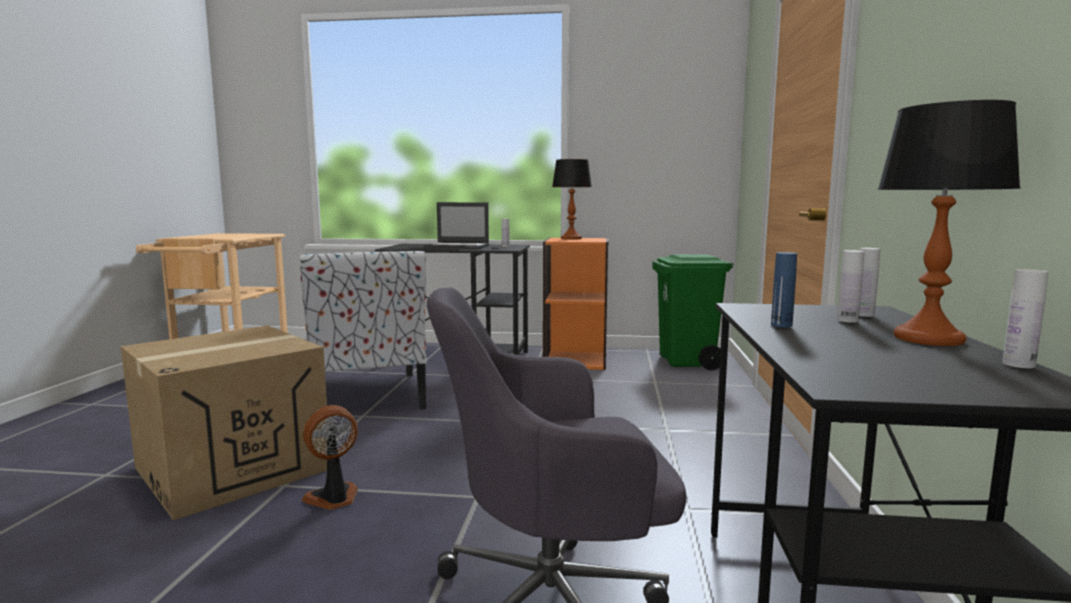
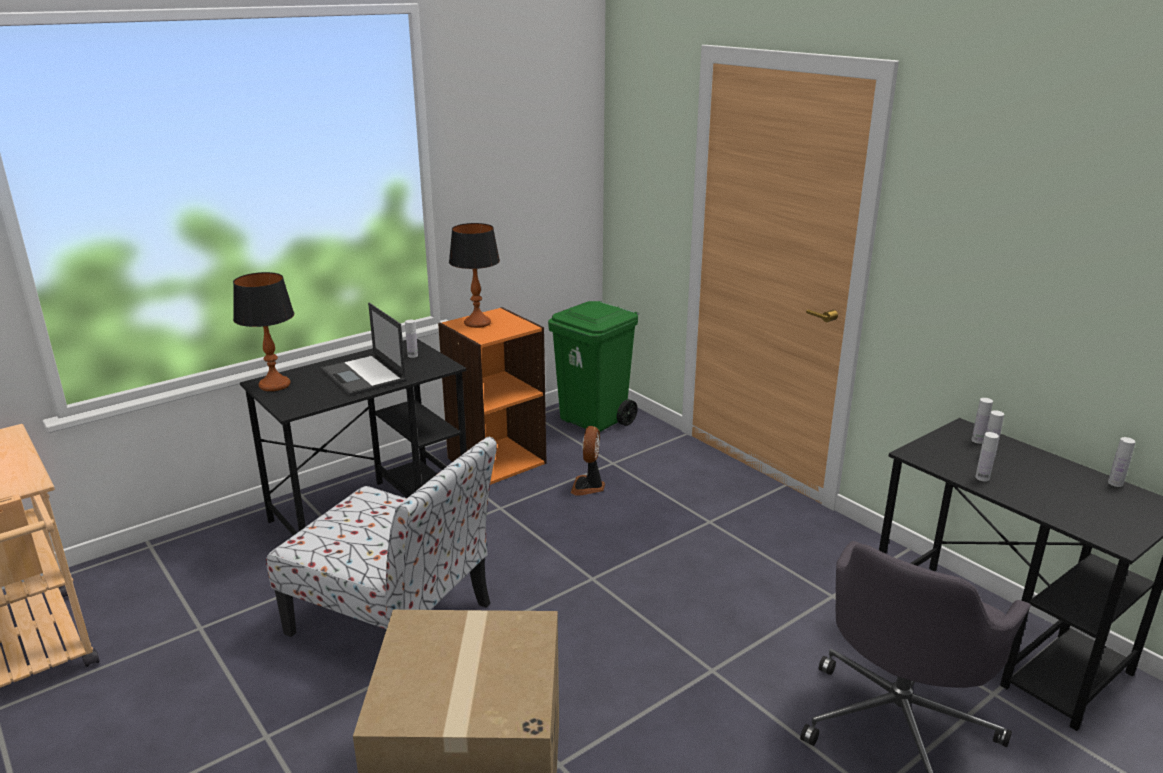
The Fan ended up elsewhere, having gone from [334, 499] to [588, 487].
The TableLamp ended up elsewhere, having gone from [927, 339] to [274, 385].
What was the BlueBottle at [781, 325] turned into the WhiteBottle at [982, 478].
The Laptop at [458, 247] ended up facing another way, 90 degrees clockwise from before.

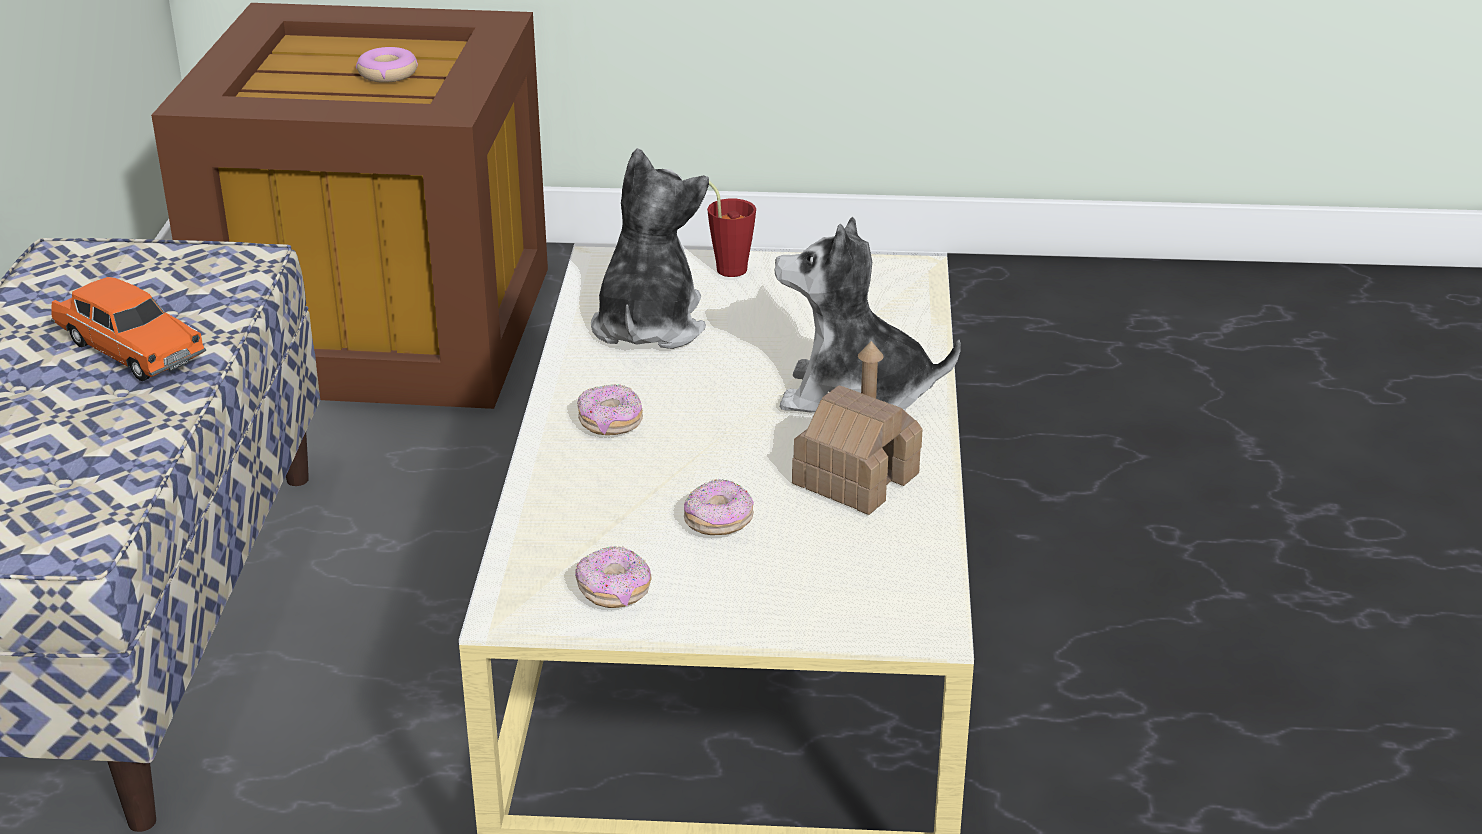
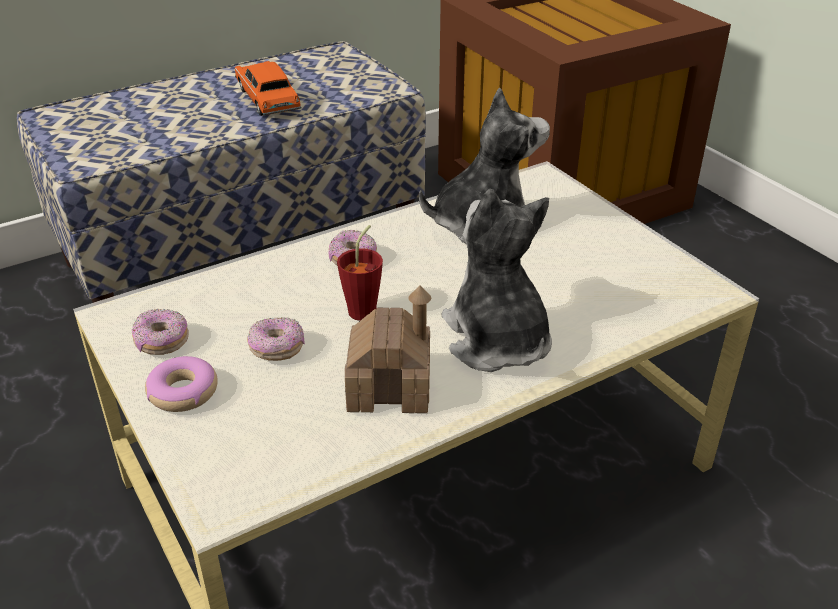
The Donut ended up elsewhere, having gone from [387, 74] to [183, 392].
The RedCup ended up elsewhere, having gone from [728, 267] to [365, 308].
The OrangeToyCar at [130, 350] ended up facing another way, 150 degrees clockwise from before.

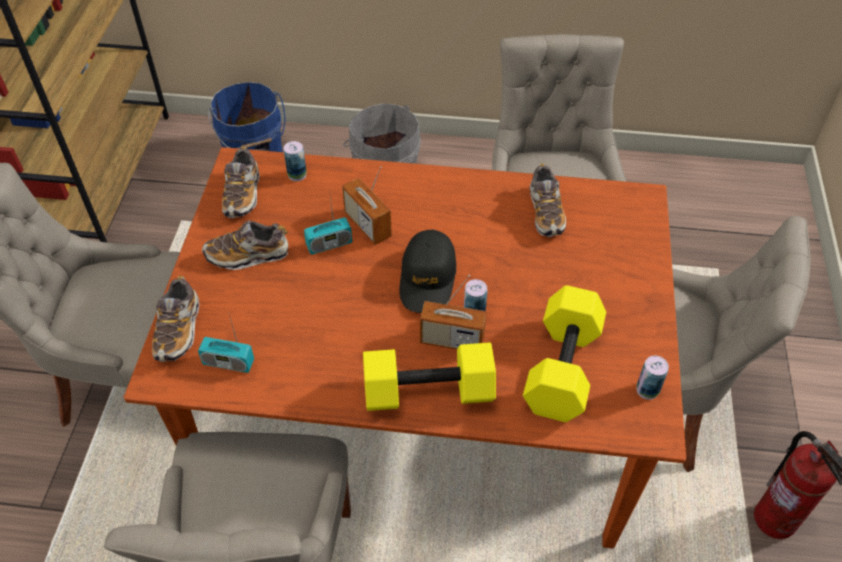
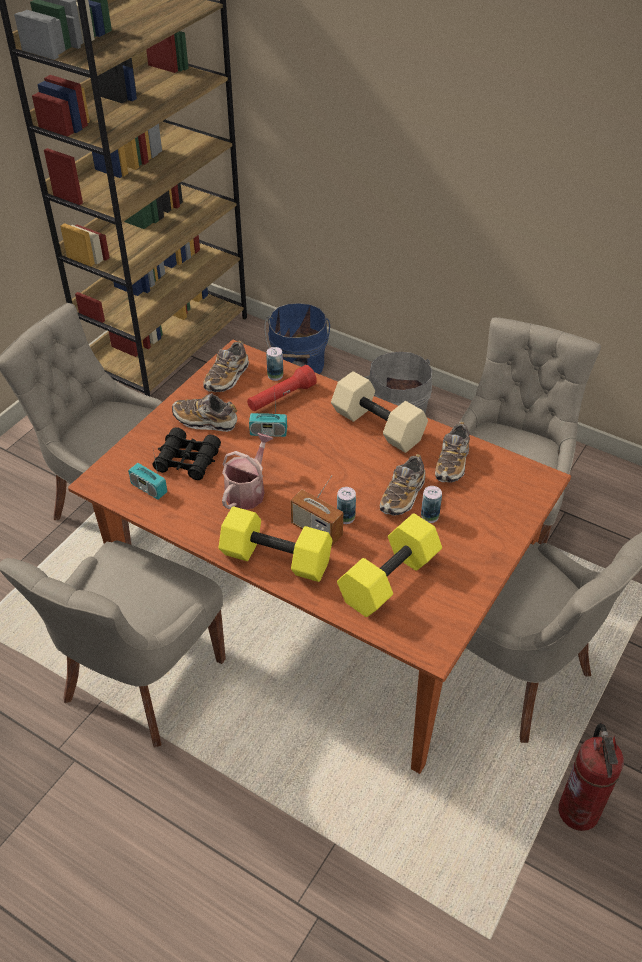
The second view lost the Radio at [367, 225].
The second view lost the BlackCap at [428, 278].
The second view gained the BlackBinoculars at [187, 460].
The second view gained the WateringCan at [247, 490].
The second view gained the RedFlashlight at [281, 398].
The second view gained the BeigeDumbbell at [376, 426].
The Shoe ended up elsewhere, having gone from [178, 330] to [402, 496].
The Can ended up elsewhere, having gone from [647, 390] to [429, 516].

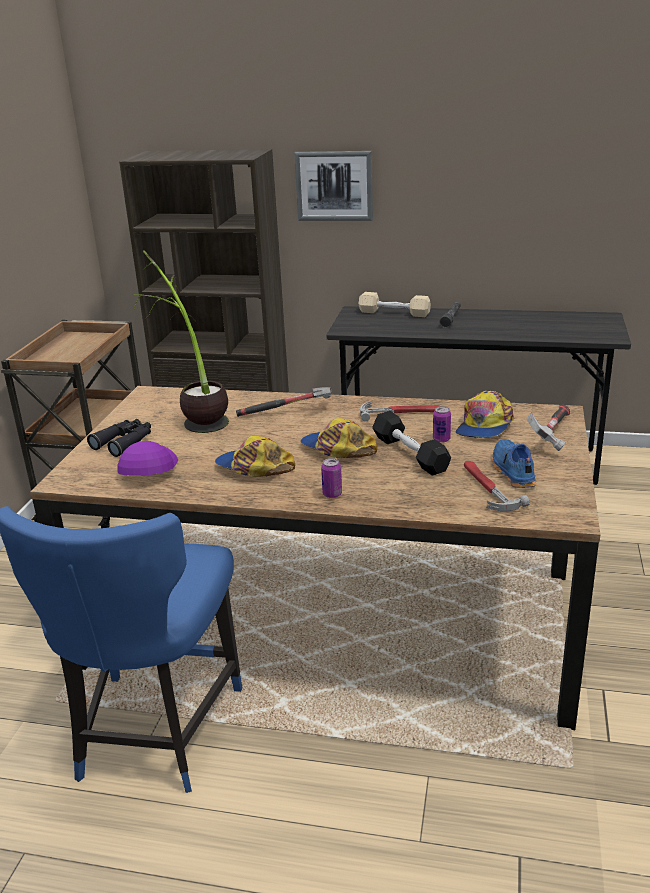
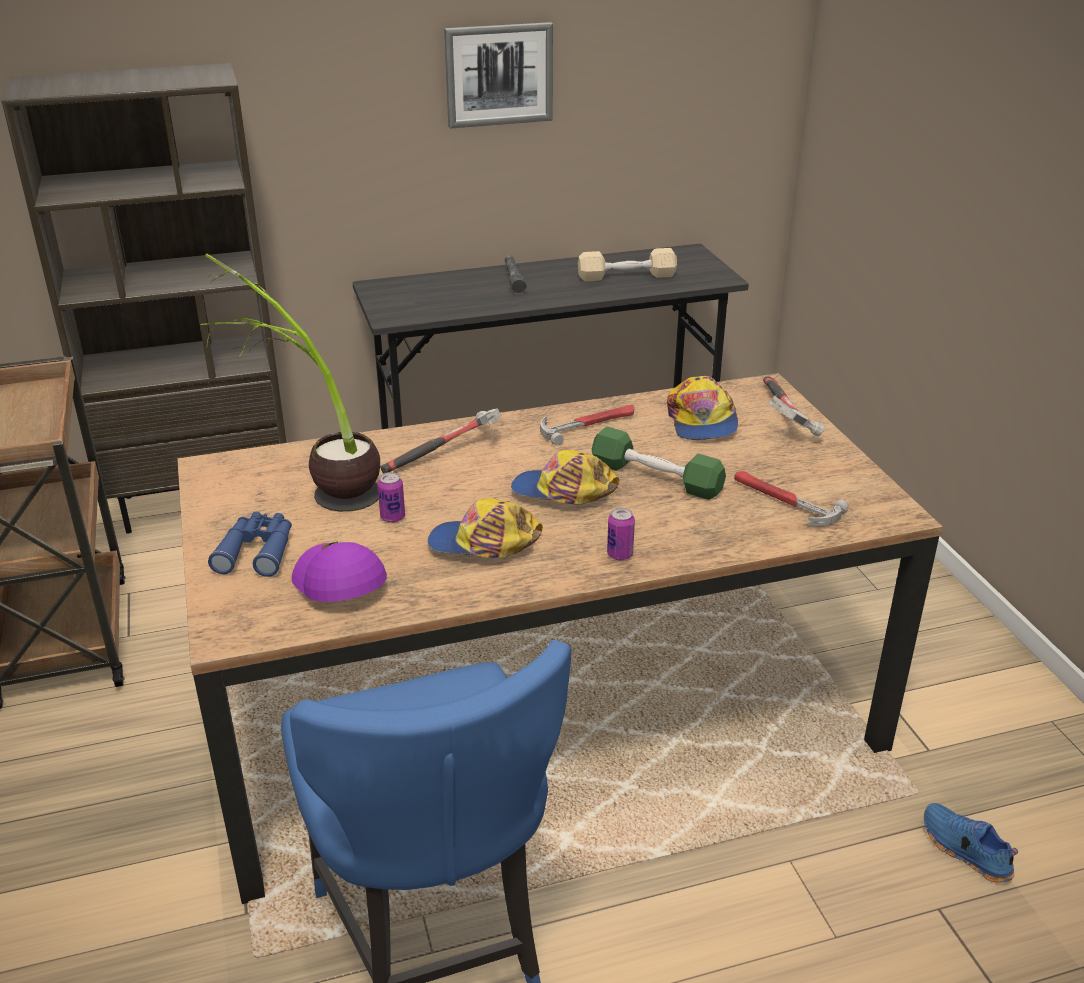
The Picture ended up elsewhere, having gone from [334, 186] to [499, 75].
The BeigeDumbbell ended up elsewhere, having gone from [394, 313] to [627, 276].
The Can ended up elsewhere, having gone from [441, 439] to [392, 517].
The BlueShoe ended up elsewhere, having gone from [512, 472] to [964, 851].
What was the BlackBinoculars at [125, 442] turned into the BlueBinoculars at [257, 551].
What was the BlackDumbbell at [410, 454] turned into the GreenDumbbell at [656, 477].

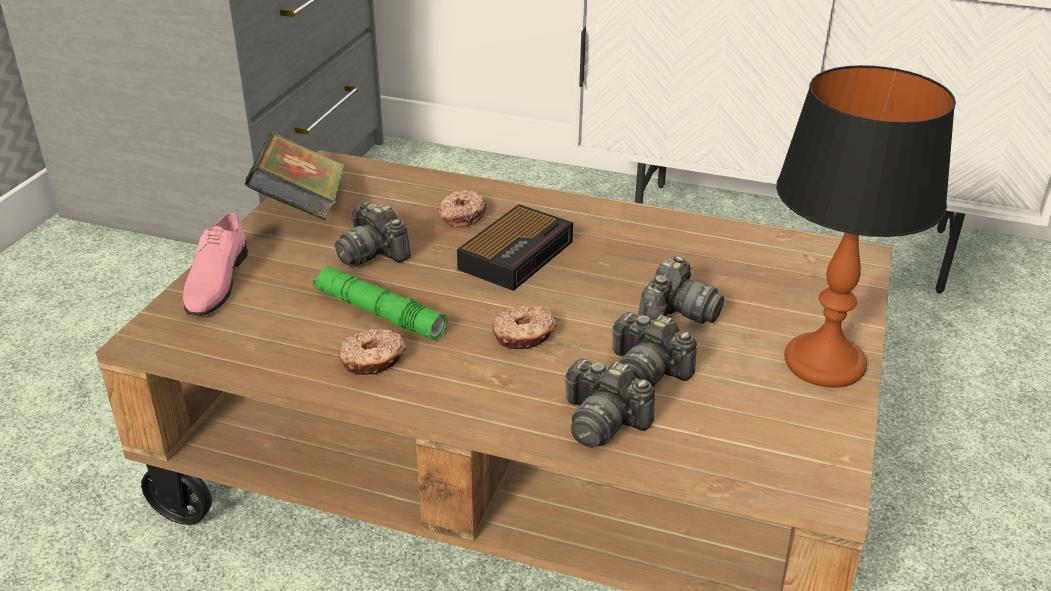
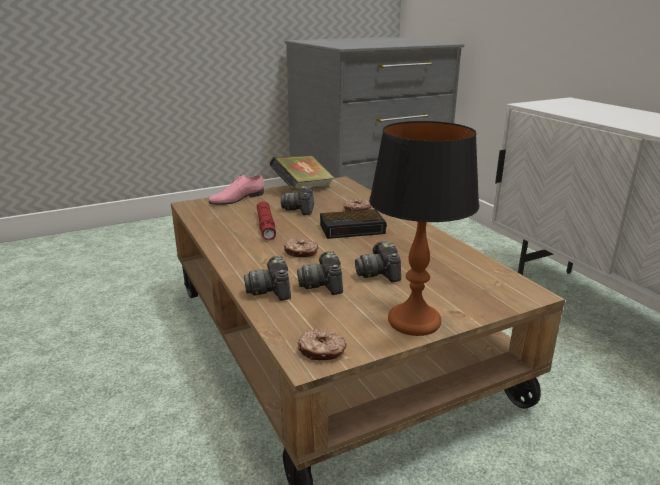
The Donut ended up elsewhere, having gone from [373, 360] to [321, 351].
What was the GreenFlashlight at [379, 313] turned into the RedFlashlight at [266, 226].
The PhotoCamera at [676, 314] ended up facing another way, 90 degrees clockwise from before.

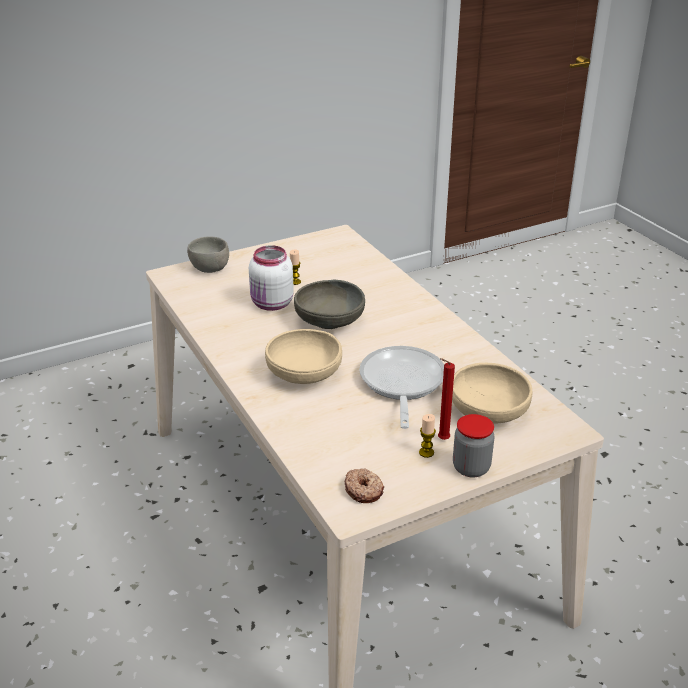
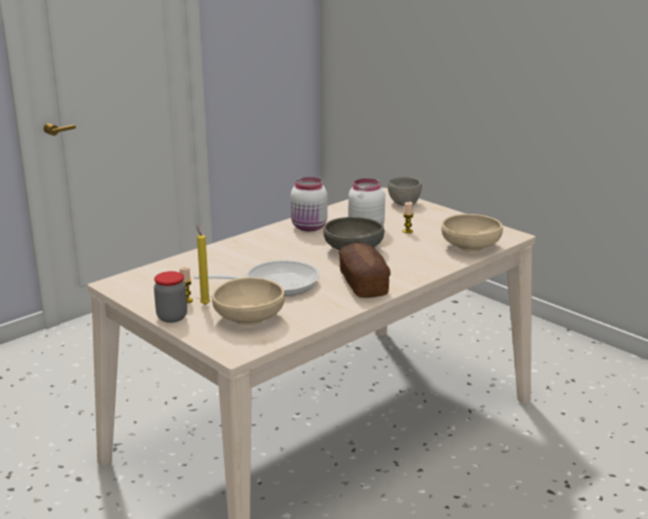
The second view lost the Donut at [364, 490].
The second view gained the WhiteJar at [309, 227].
The second view gained the Bread at [363, 283].
The BeigeBowl ended up elsewhere, having gone from [304, 374] to [470, 247].
What was the RedCandle at [441, 440] turned into the YellowCandle at [204, 304].

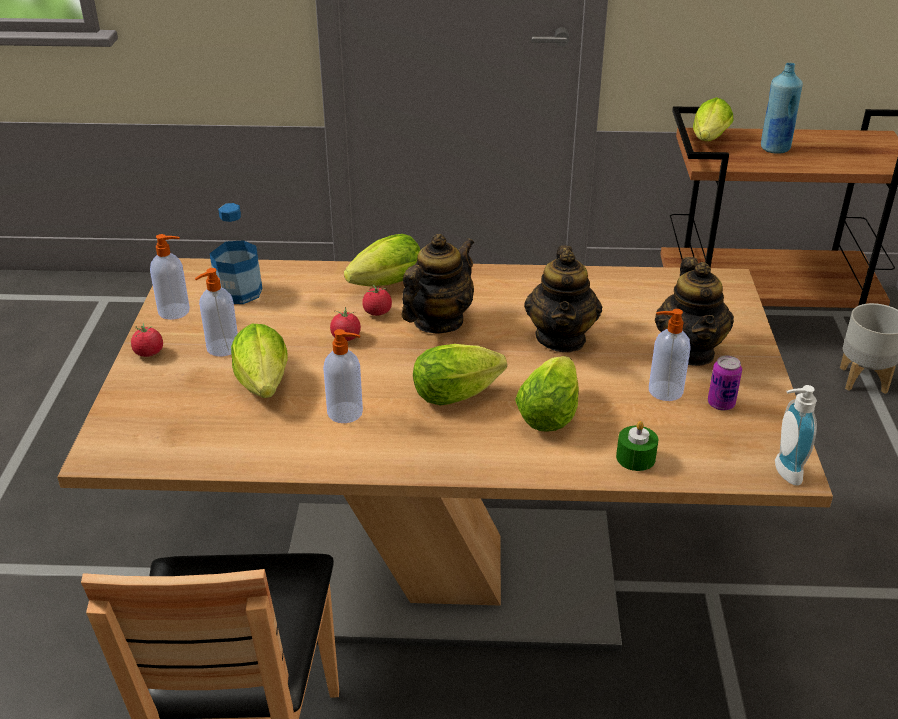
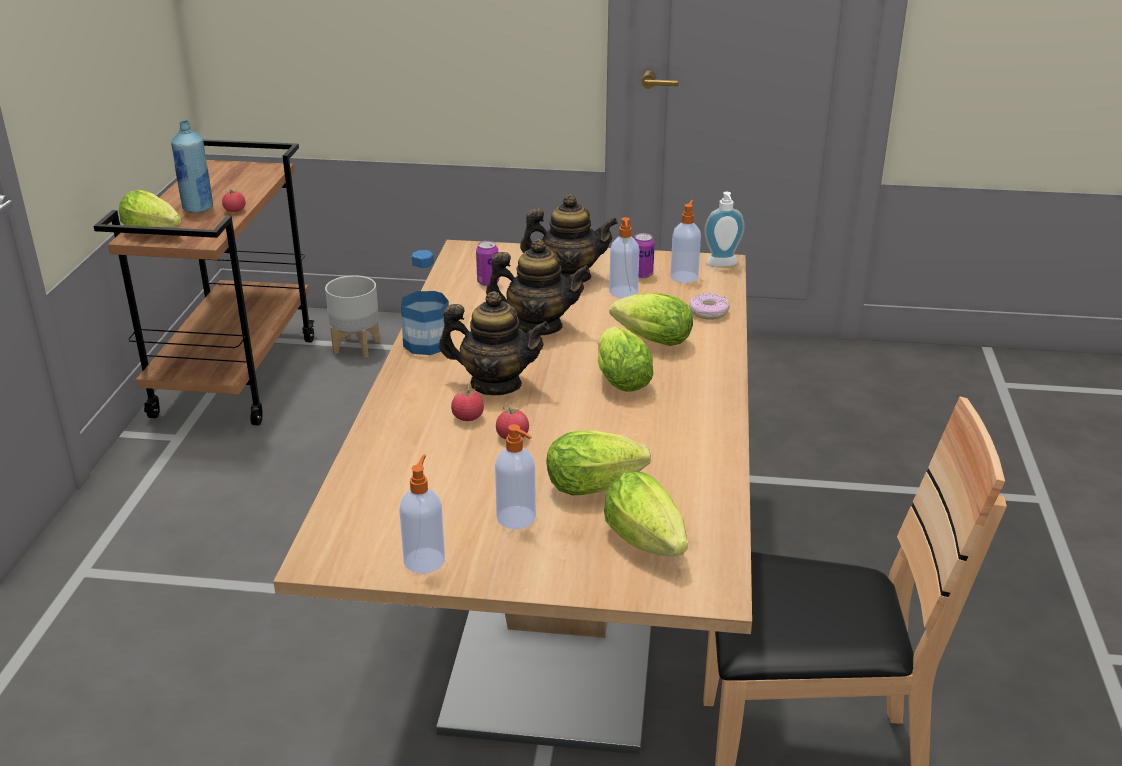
The second view gained the Can at [488, 282].
The Tomato ended up elsewhere, having gone from [149, 353] to [235, 211].
The Bottle ended up elsewhere, having gone from [239, 292] to [426, 343].
The SoapDispenser ended up elsewhere, having gone from [346, 413] to [684, 276].
The Lettuce ended up elsewhere, having gone from [383, 286] to [649, 545].
Where the GreenCandle stood at [635, 457], the Donut came to stand at [708, 312].
The Teapot at [438, 322] ended up facing another way, 150 degrees clockwise from before.

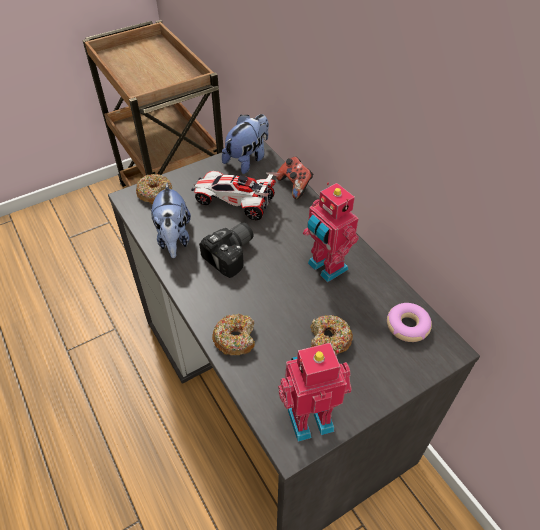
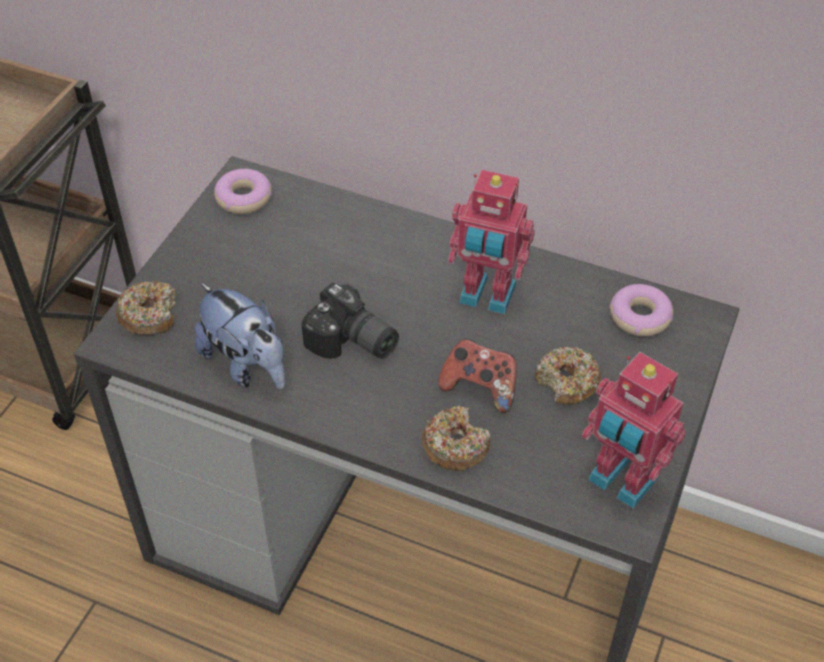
The second view lost the ToyCar at [235, 202].
The GameController ended up elsewhere, having gone from [295, 186] to [480, 388].
Where the PlushToy stood at [248, 159], the Donut came to stand at [244, 198].
The PhotoCamera at [233, 255] ended up facing another way, 120 degrees clockwise from before.
The ToyRobot at [309, 417] ended up facing another way, 90 degrees counterclockwise from before.

